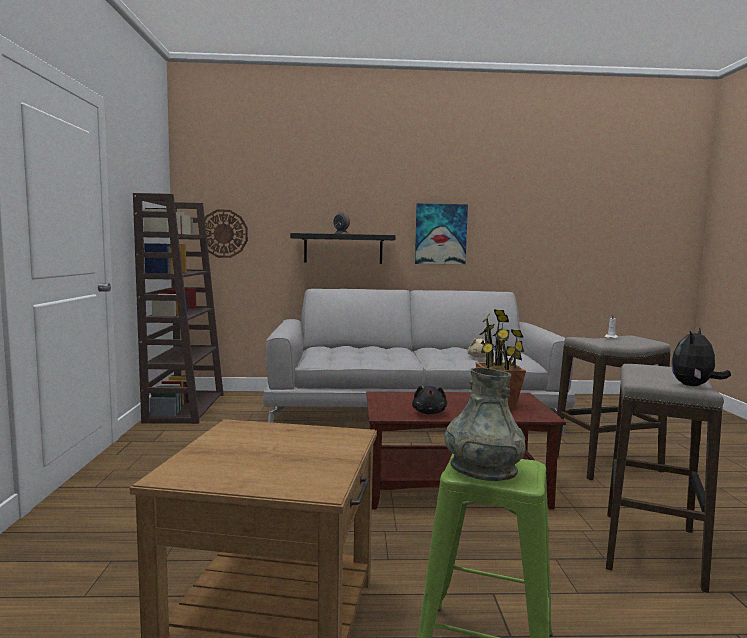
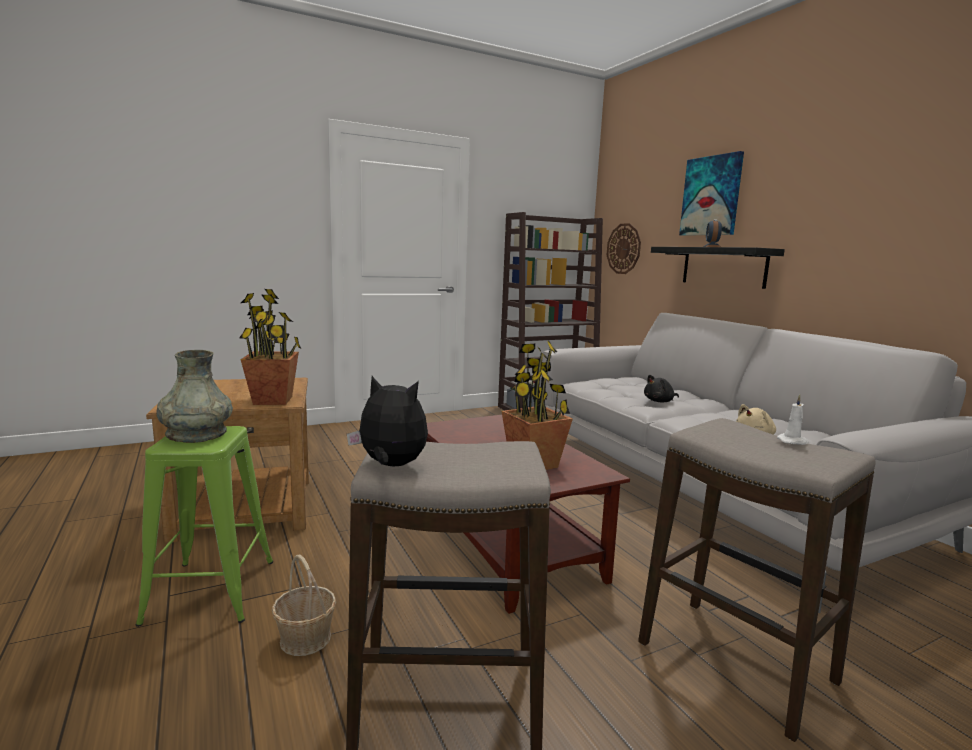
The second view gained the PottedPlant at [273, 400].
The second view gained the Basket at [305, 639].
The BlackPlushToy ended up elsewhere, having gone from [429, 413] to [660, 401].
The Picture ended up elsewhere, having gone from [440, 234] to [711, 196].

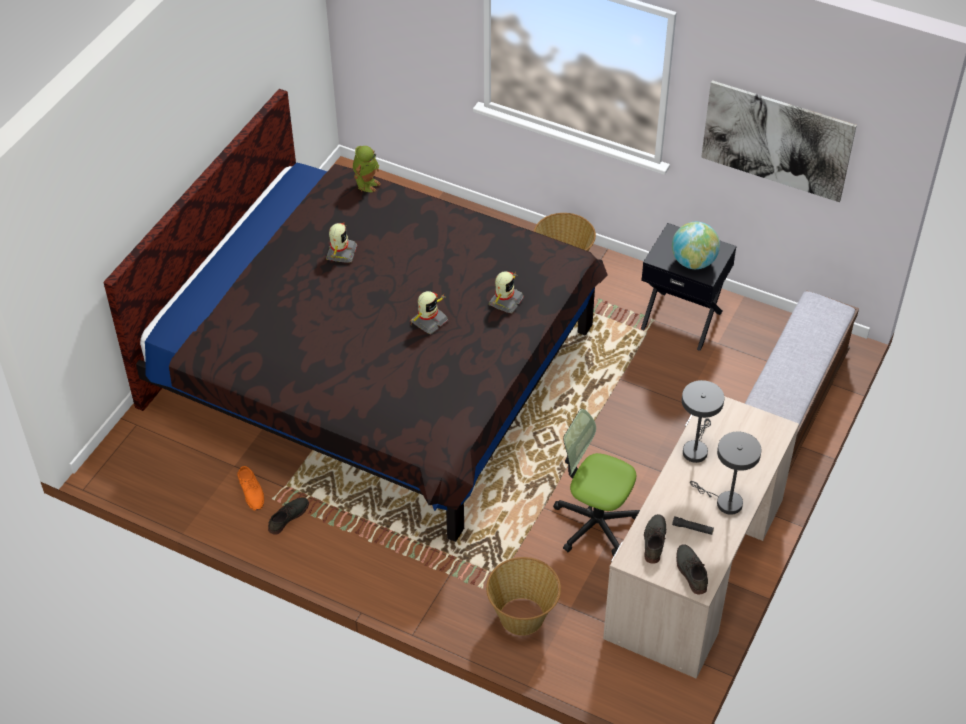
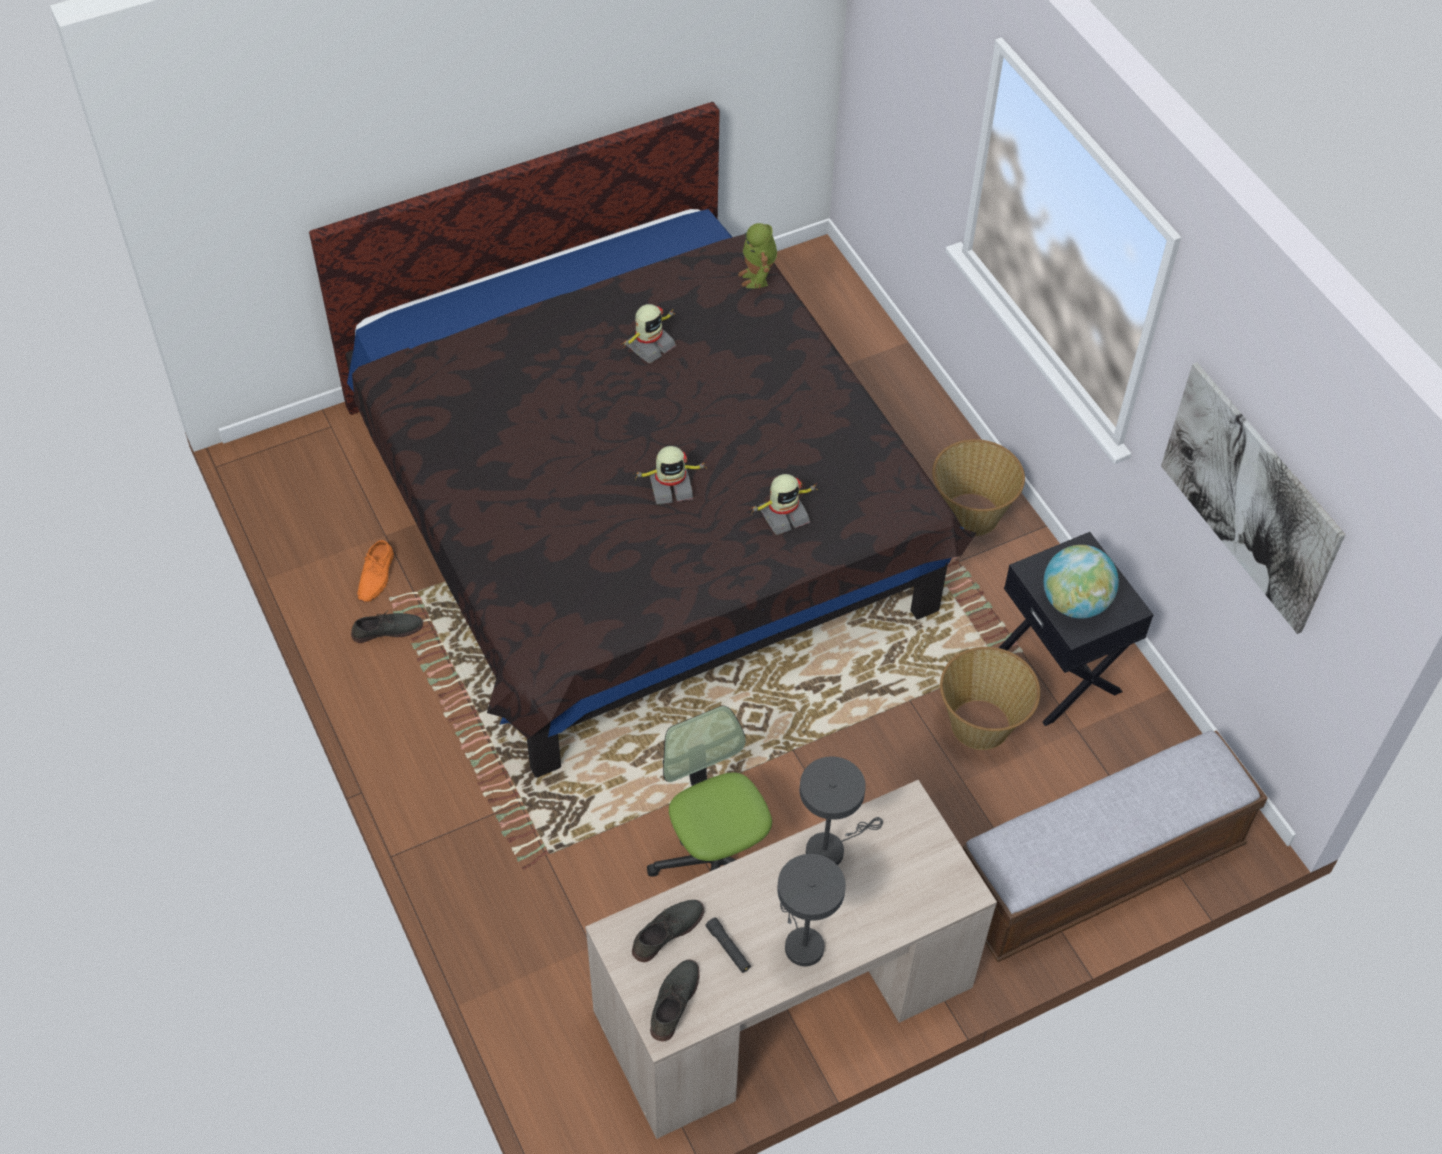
The Basket ended up elsewhere, having gone from [522, 616] to [981, 725].
The ToyRobot at [366, 184] ended up facing another way, 105 degrees clockwise from before.

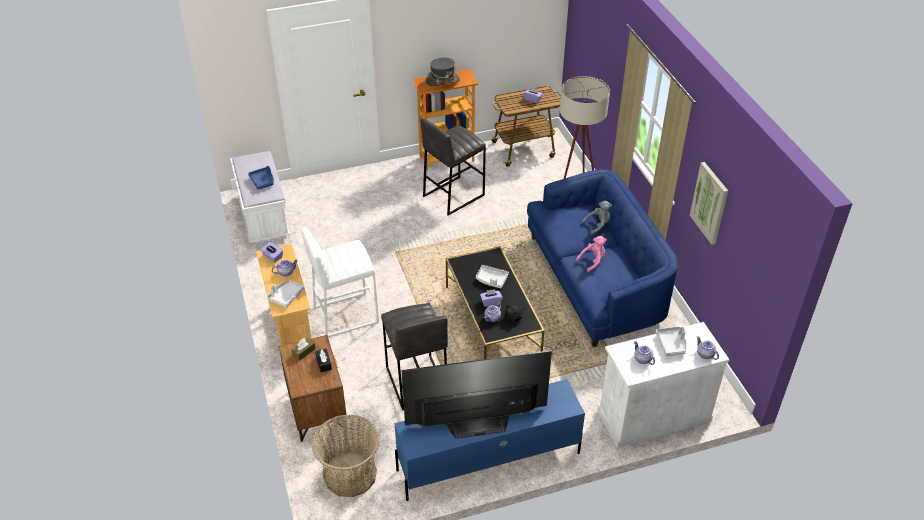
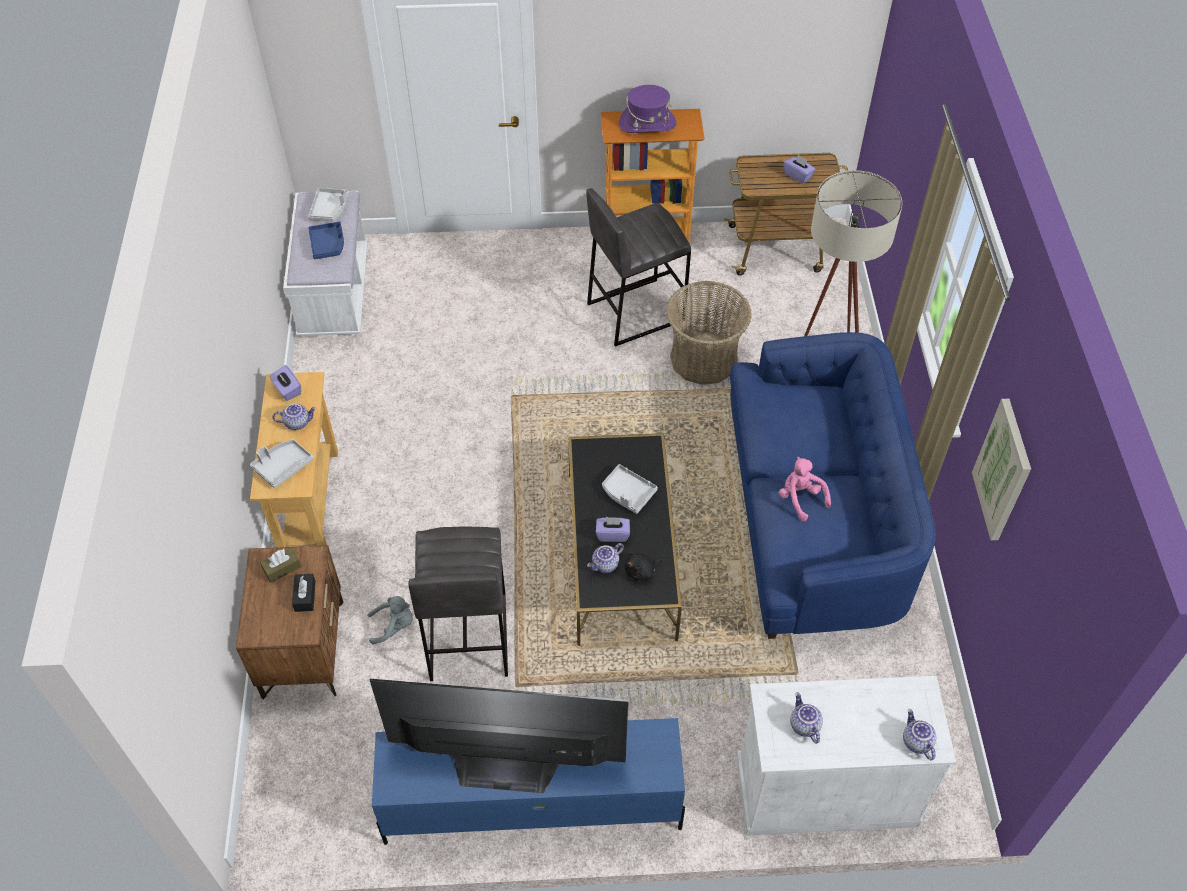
The second view lost the WhiteStool at [345, 314].
The Basket ended up elsewhere, having gone from [350, 474] to [703, 358].
The GreyPlushToy ended up elsewhere, having gone from [598, 225] to [394, 626].
The GreyTray ended up elsewhere, having gone from [672, 344] to [330, 209].
What was the GreyHat at [442, 80] turned into the PurpleHat at [647, 123].
The PinkPlushToy at [592, 261] ended up facing another way, 105 degrees counterclockwise from before.

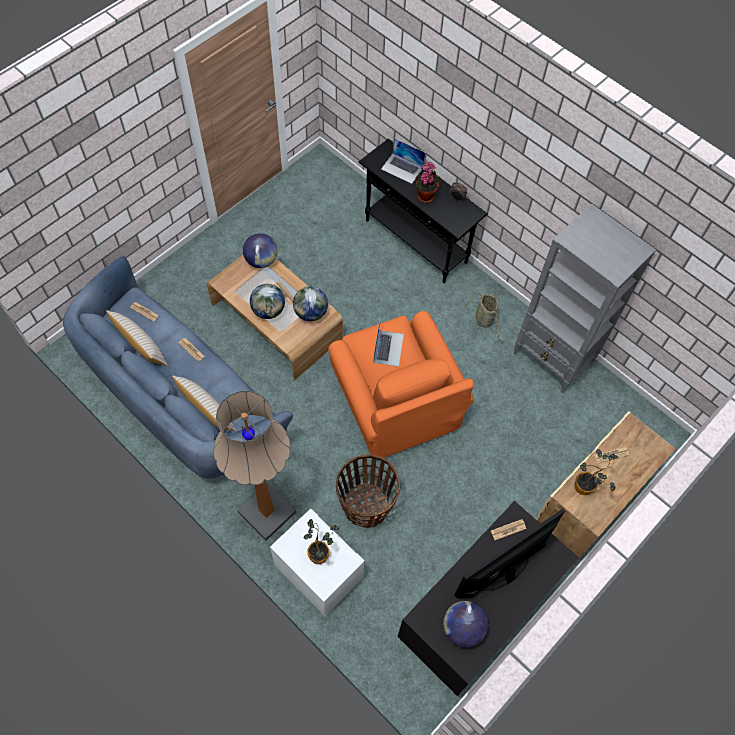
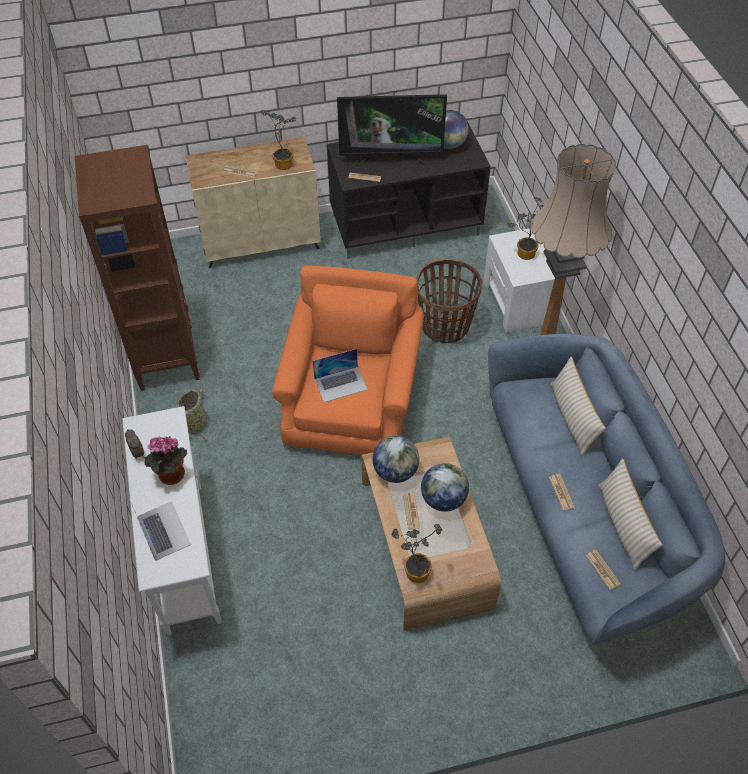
Where the Globe stood at [261, 260], the PottedPlant came to stand at [414, 570].
What was the BlackConsoleTable at [416, 241] turned into the WhiteConsoleTable at [185, 556].
What was the GreyBookcase at [553, 358] turned into the BrownBookcase at [166, 356].
The Laptop at [388, 348] ended up facing another way, 150 degrees counterclockwise from before.

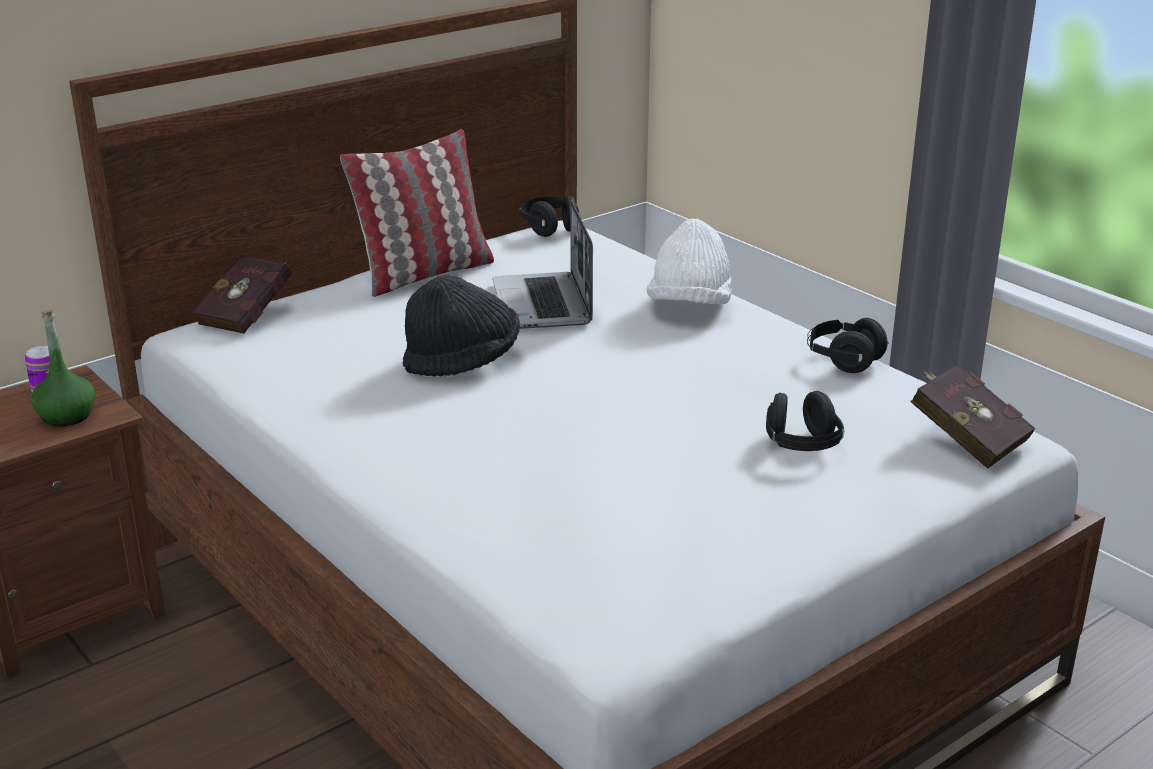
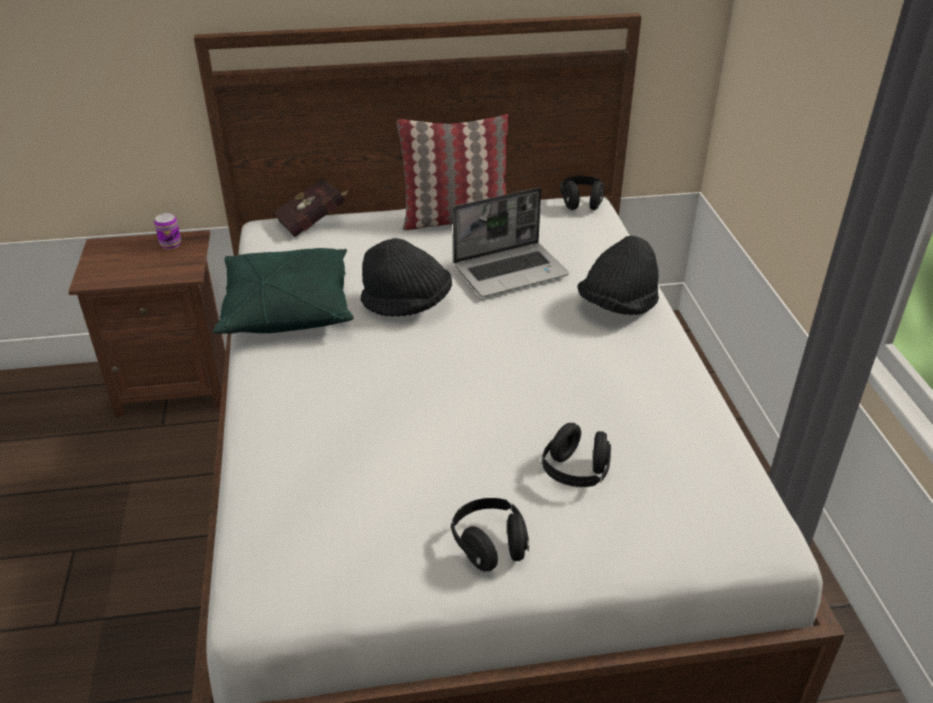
The second view lost the GreenBottle at [66, 416].
The second view lost the RedBook at [965, 438].
The second view gained the GreenPillow at [287, 308].
The BlackHeadphones ended up elsewhere, having gone from [843, 361] to [490, 546].
What was the WhiteHat at [689, 306] turned into the BlackHat at [617, 306].
The Laptop at [544, 304] ended up facing another way, 135 degrees counterclockwise from before.

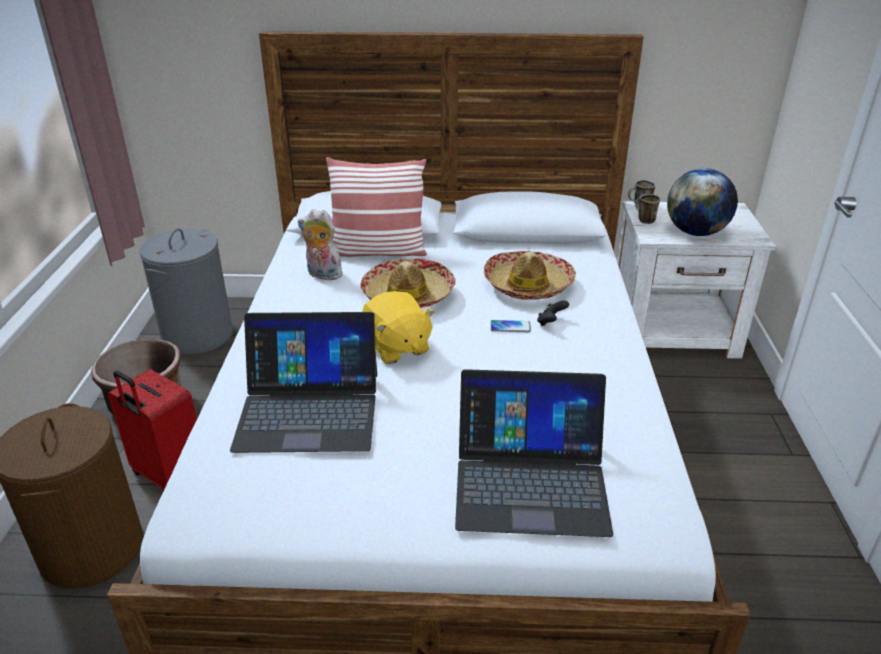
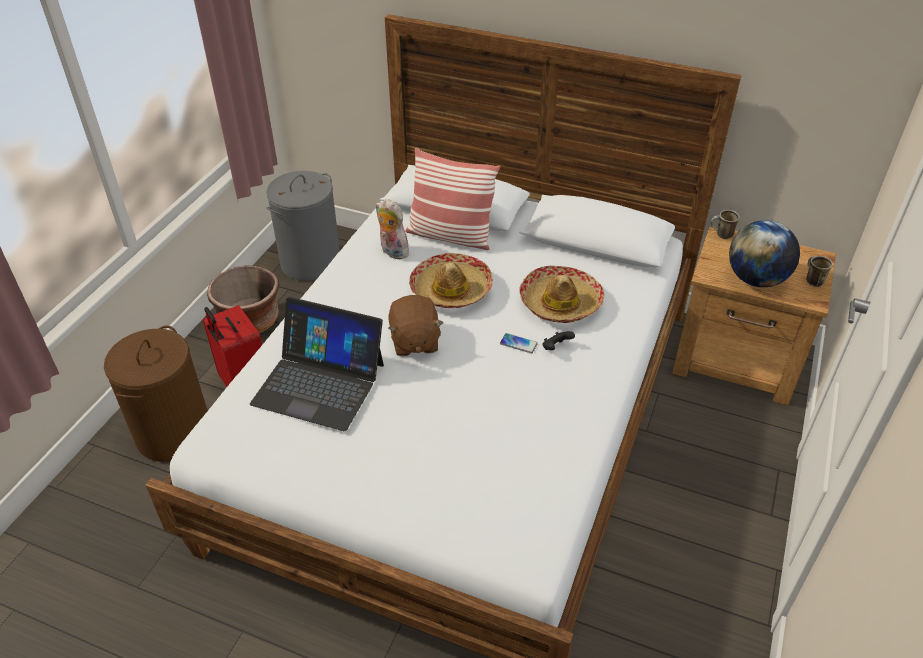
The second view lost the Laptop at [530, 481].
The Mug ended up elsewhere, having gone from [643, 220] to [811, 280].
What was the YellowPlushToy at [396, 347] turned into the BrownPlushToy at [414, 341].
What was the WhiteNightstand at [675, 333] turned into the BrownNightstand at [737, 361].

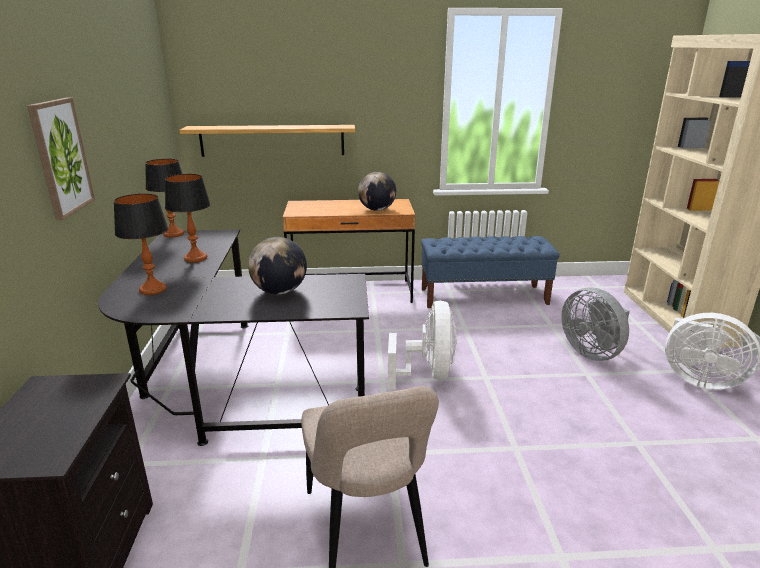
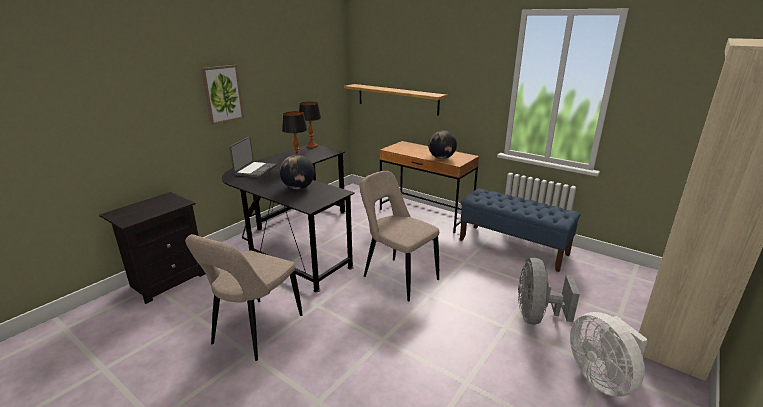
Where the TableLamp stood at [152, 289], the Laptop came to stand at [255, 170].
Where the WhiteFan stood at [428, 374], the BeigeChair came to stand at [397, 277].

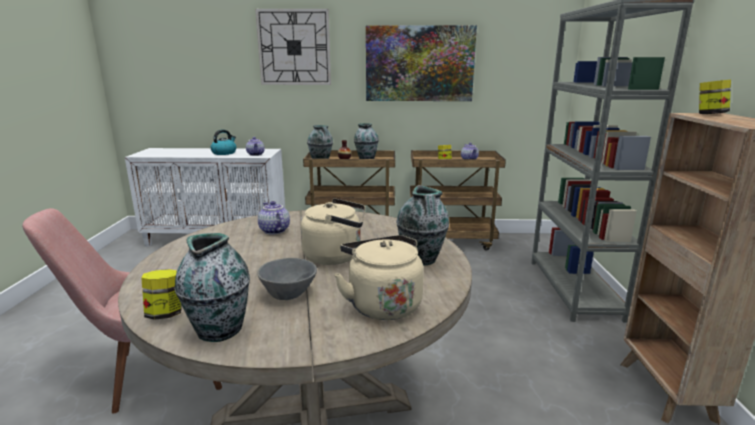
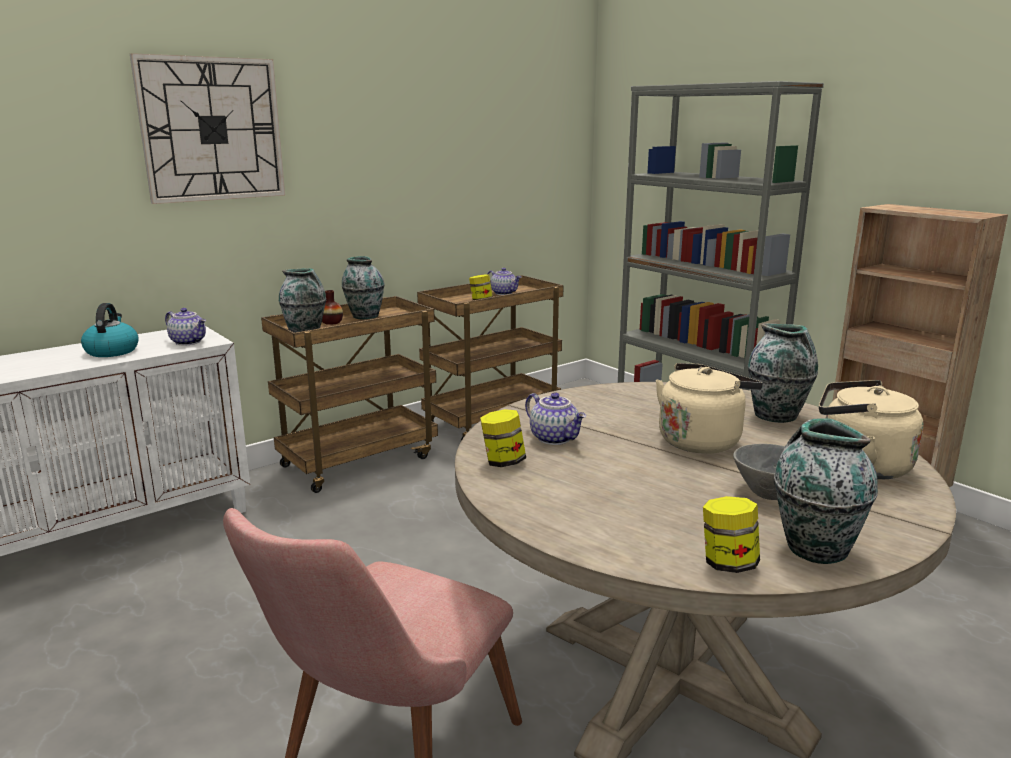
The second view lost the Picture at [419, 64].
The Jar ended up elsewhere, having gone from [710, 114] to [503, 462].
The Teapot at [273, 230] ended up facing another way, 150 degrees counterclockwise from before.

